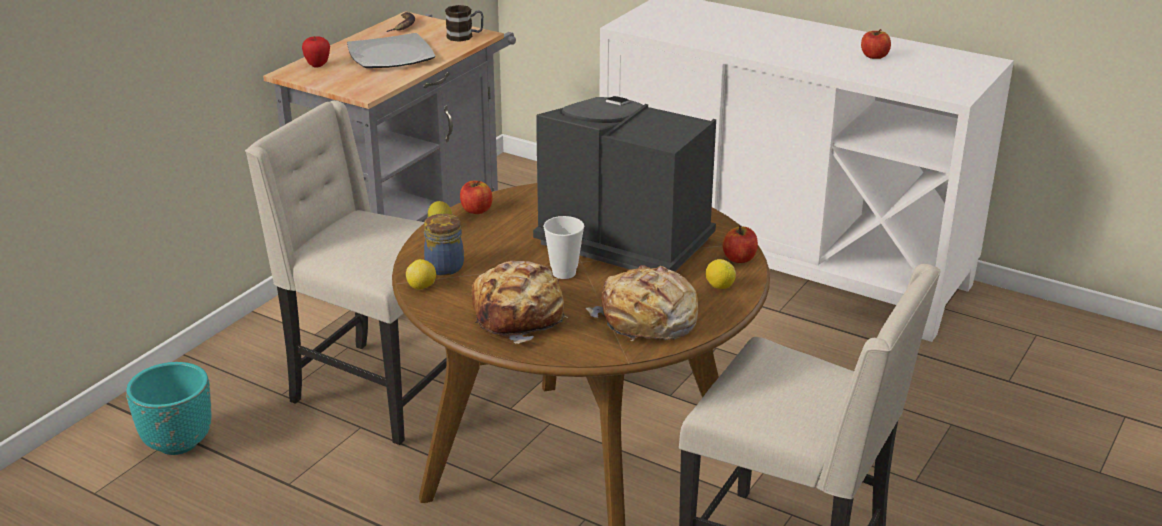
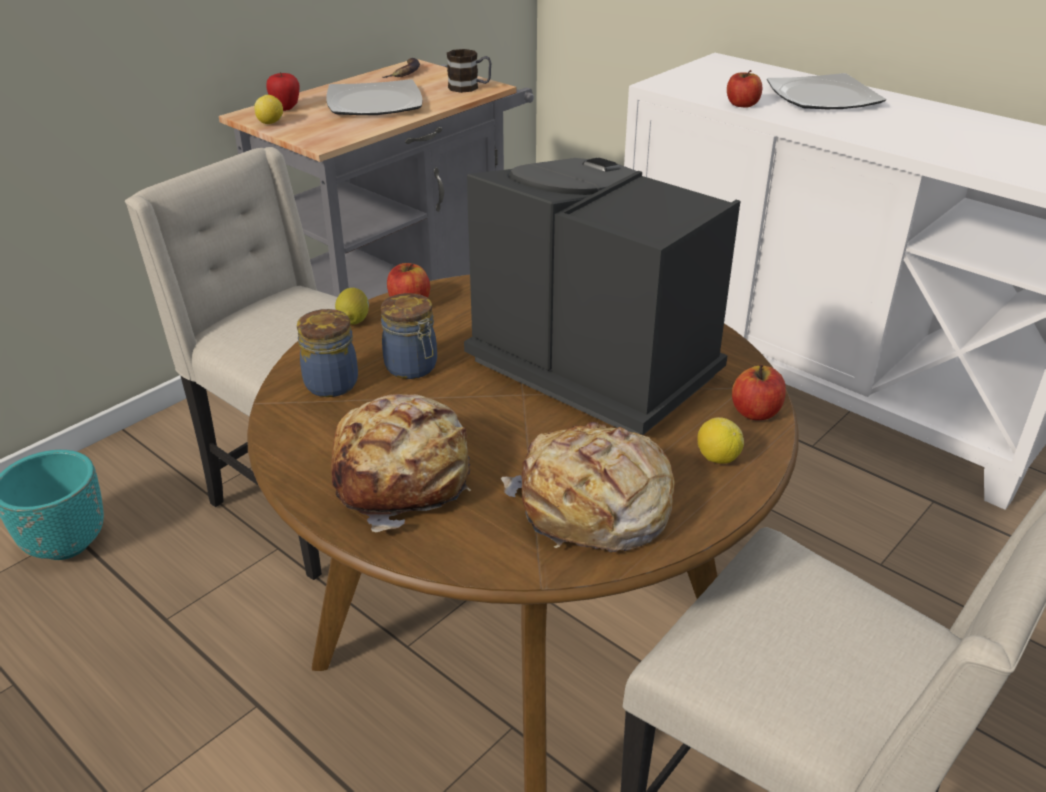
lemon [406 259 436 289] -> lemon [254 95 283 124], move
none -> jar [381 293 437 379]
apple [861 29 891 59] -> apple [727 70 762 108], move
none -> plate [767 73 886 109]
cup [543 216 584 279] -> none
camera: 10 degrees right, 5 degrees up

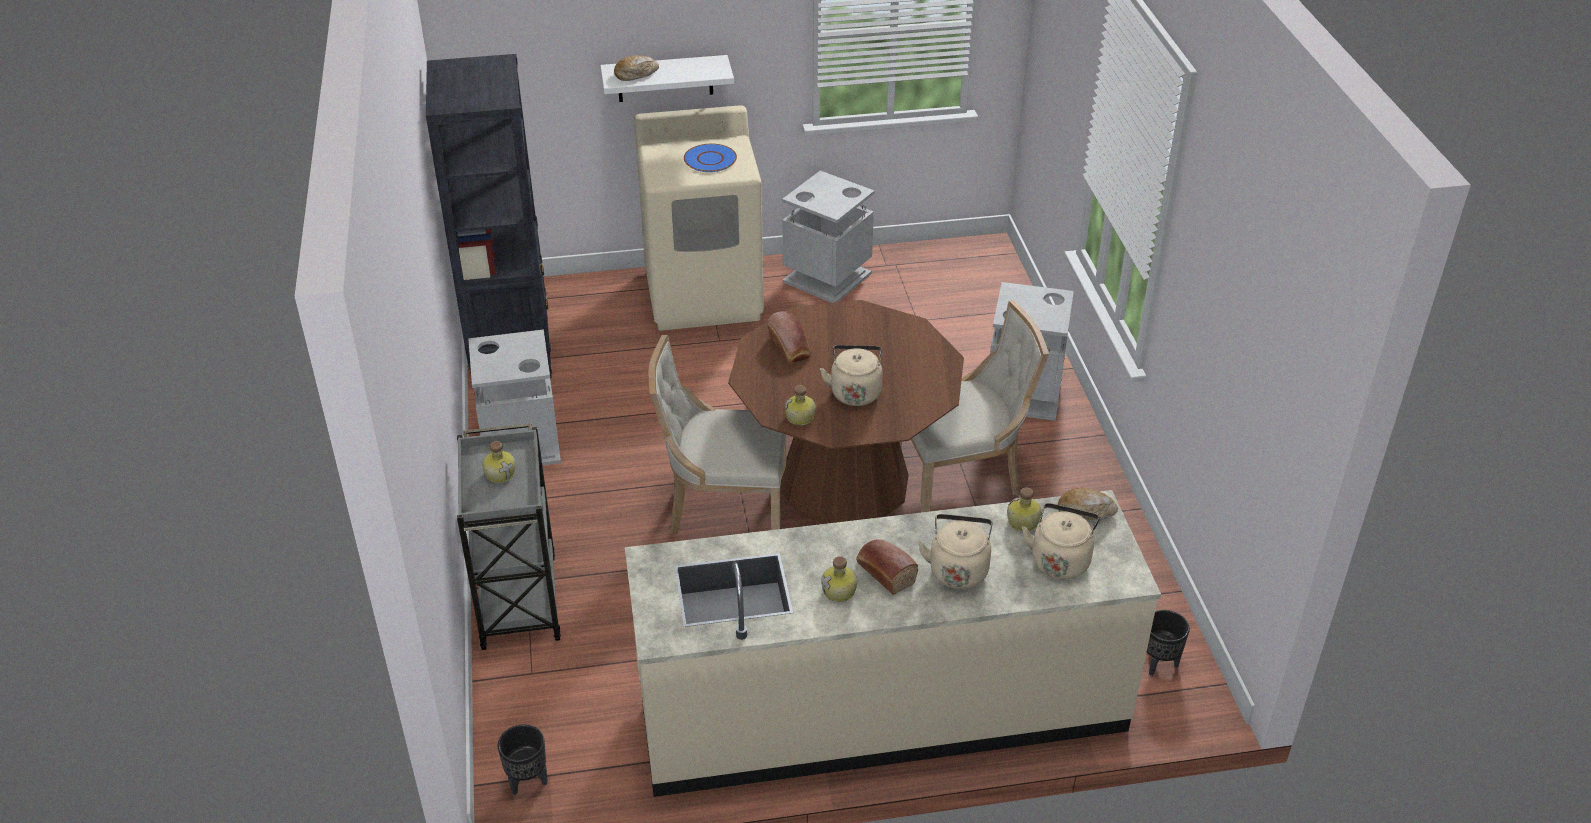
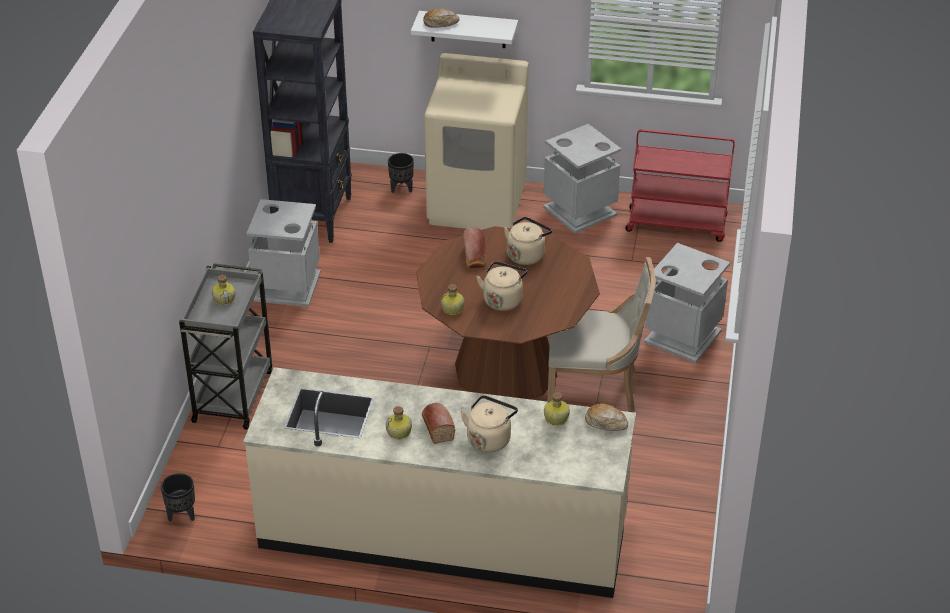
black planter [1147 610 1190 676] -> black planter [388 153 414 193], move
beige kettle [1022 503 1100 579] -> beige kettle [504 217 552 265], move
none -> red cart [625 129 735 242]
beige chair [649 335 787 535] -> none
blue plate [684 144 737 172] -> none
camera: 20 degrees right, 0 degrees up

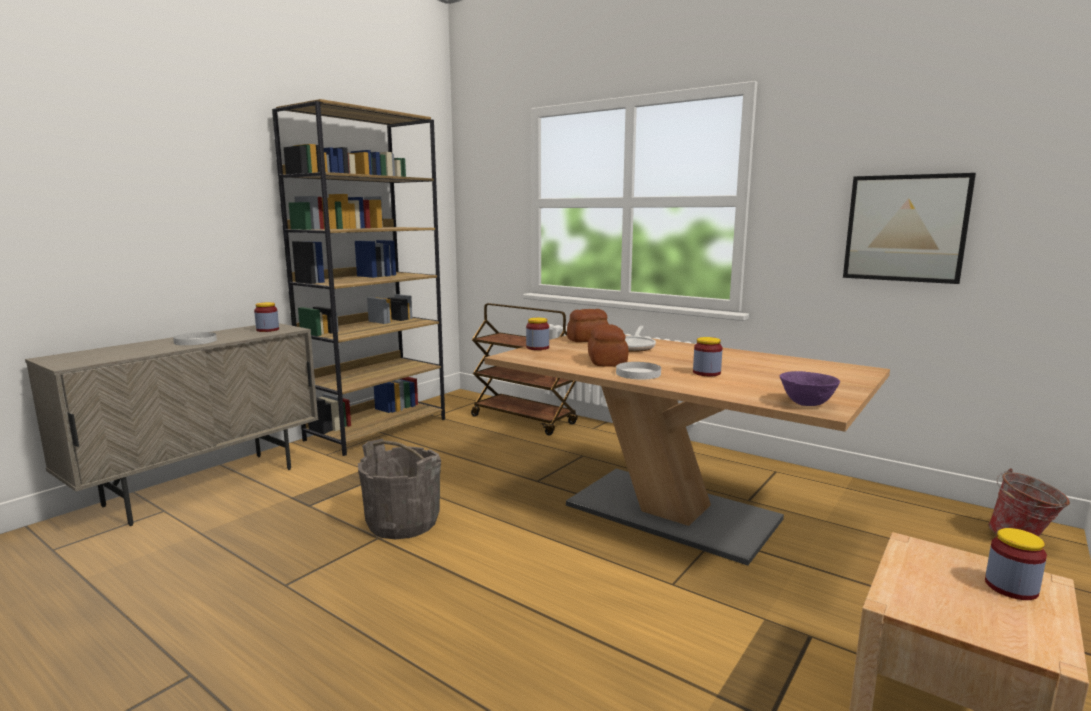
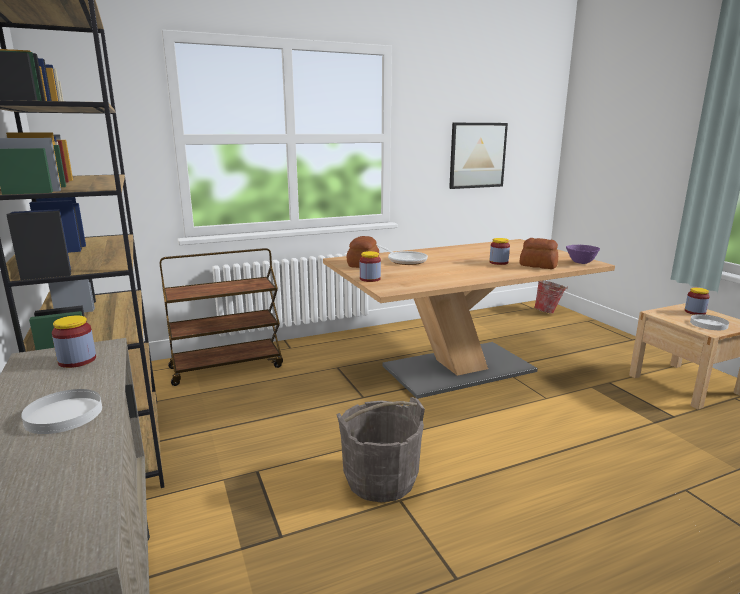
bread [588 324 629 367] -> bread [520 238 558 269], move
white plate [616 362 661 379] -> white plate [690 314 729 330], move
camera: 60 degrees left, 5 degrees up

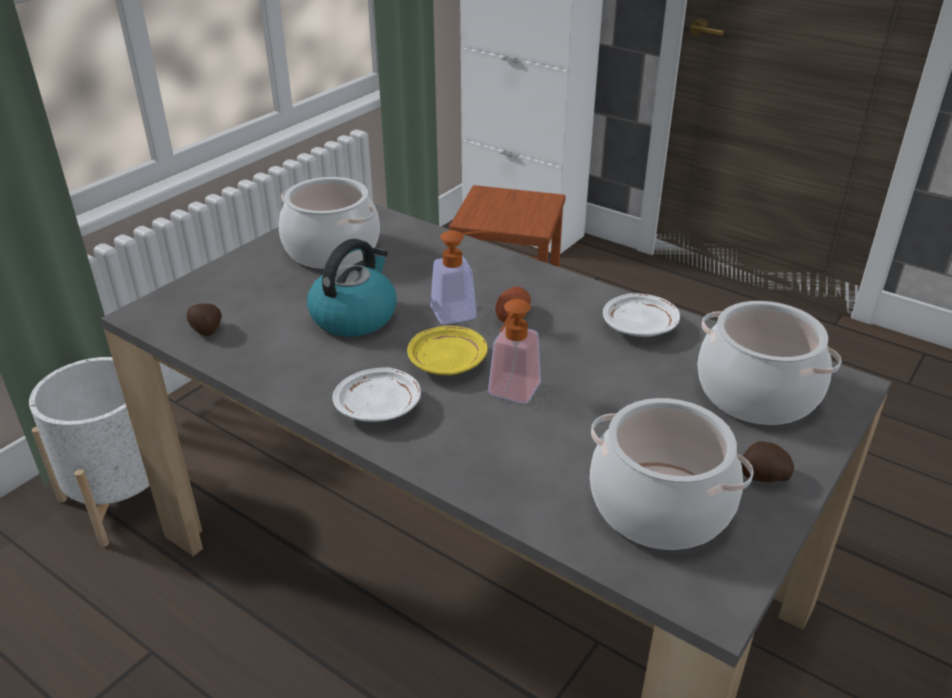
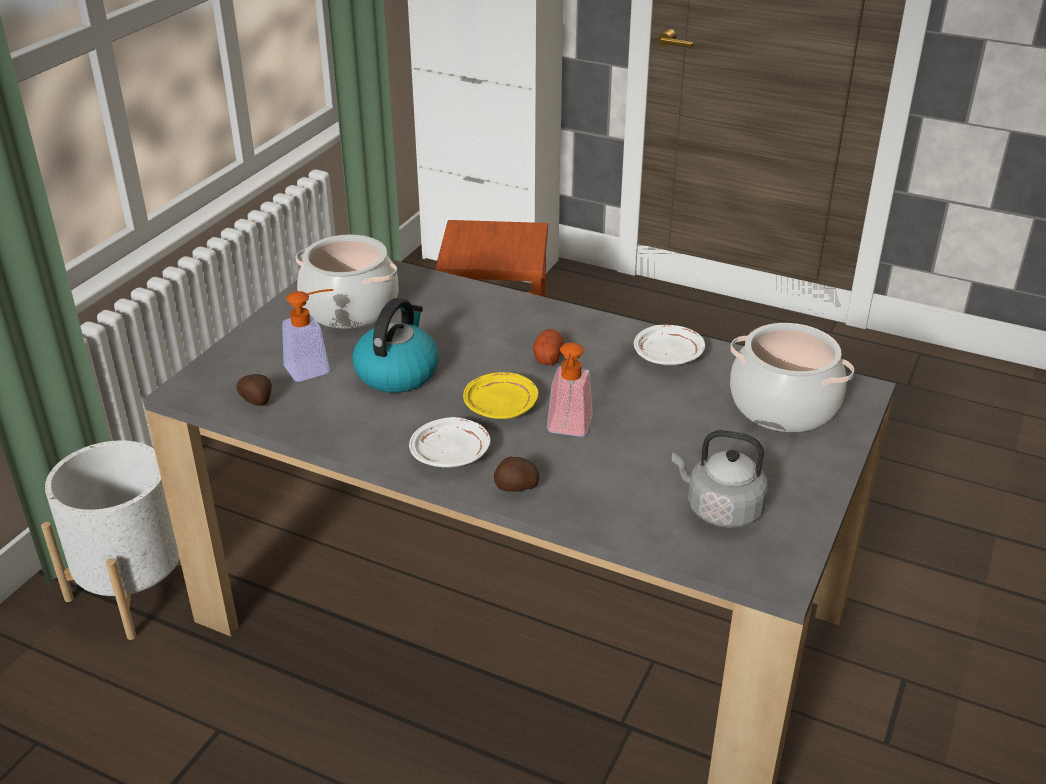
soap dispenser [430 230 489 325] -> soap dispenser [282 289 334 382], move
potato [741 441 794 482] -> potato [494 457 539 492], move
cooking pot [590 398 754 550] -> grey kettle [672 430 768 528]
camera: 10 degrees left, 0 degrees up

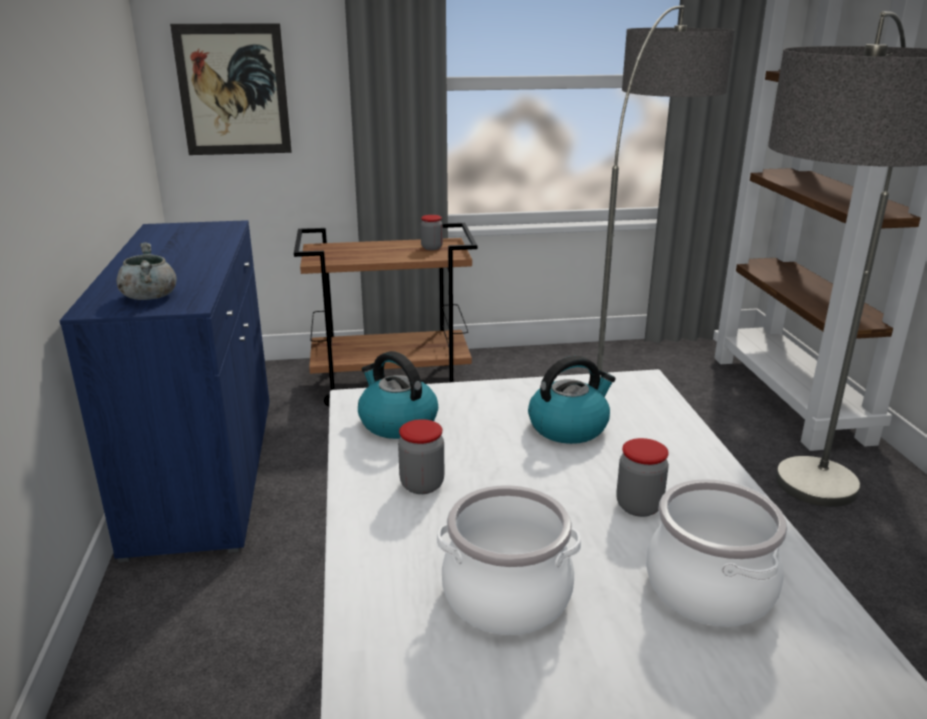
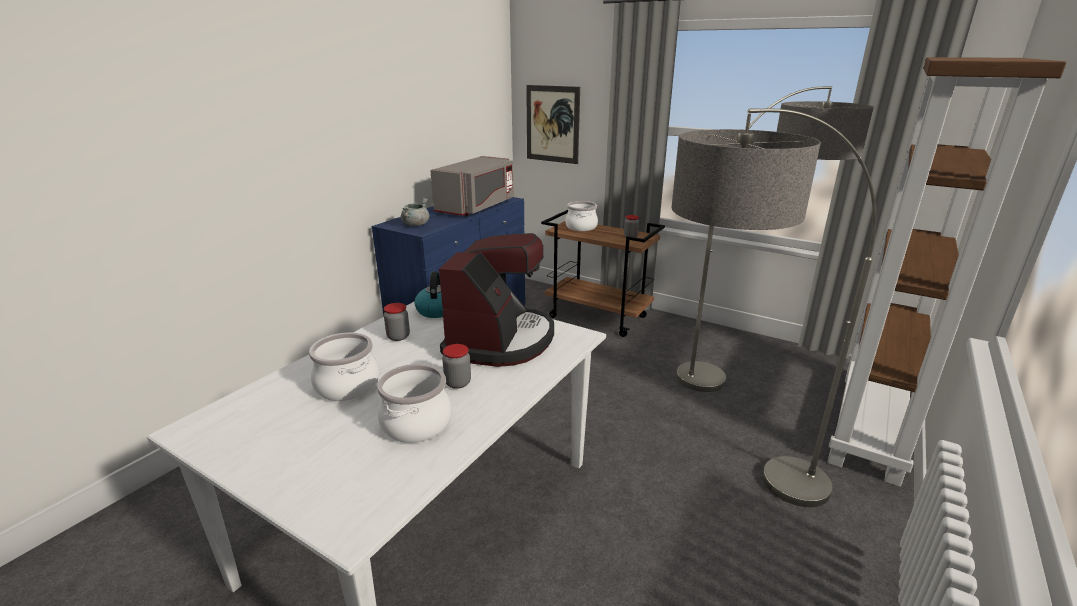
none -> grey microwave [430 156 514 216]
kettle [528 356 615 444] -> coffee machine [439 233 554 367]
none -> cooking pot [565 201 598 231]
camera: 40 degrees right, 0 degrees up

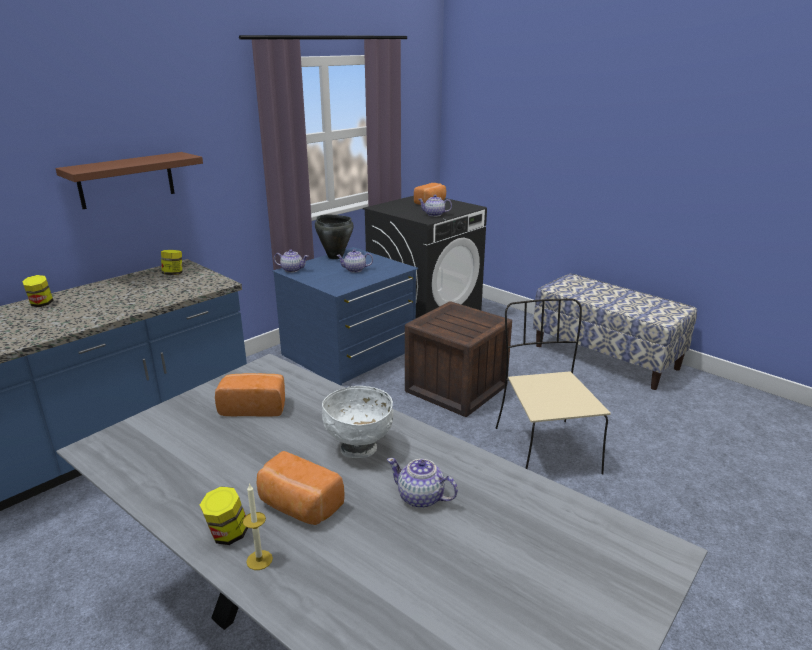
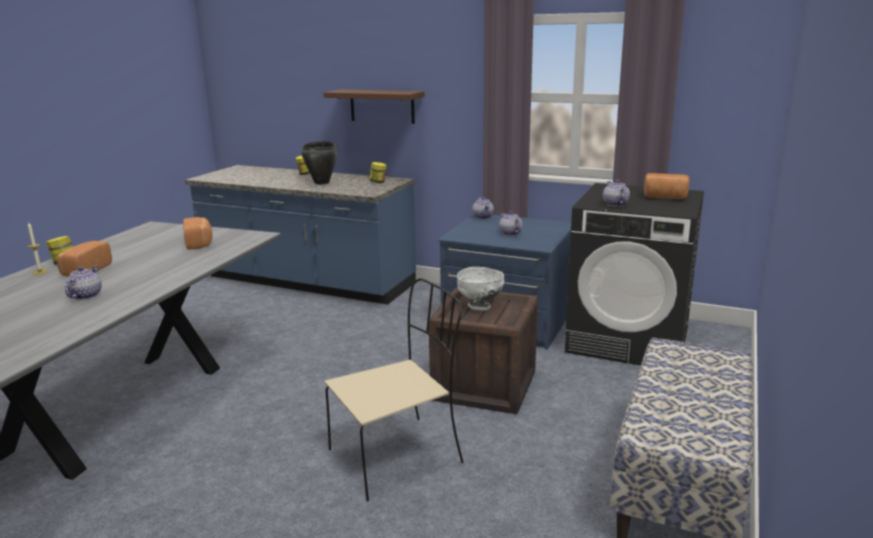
black cooking pot [315 215 354 259] -> black cooking pot [301 141 338 184], move
white bowl [322 386 394 458] -> white bowl [457 267 504 310], move
camera: 70 degrees right, 5 degrees down

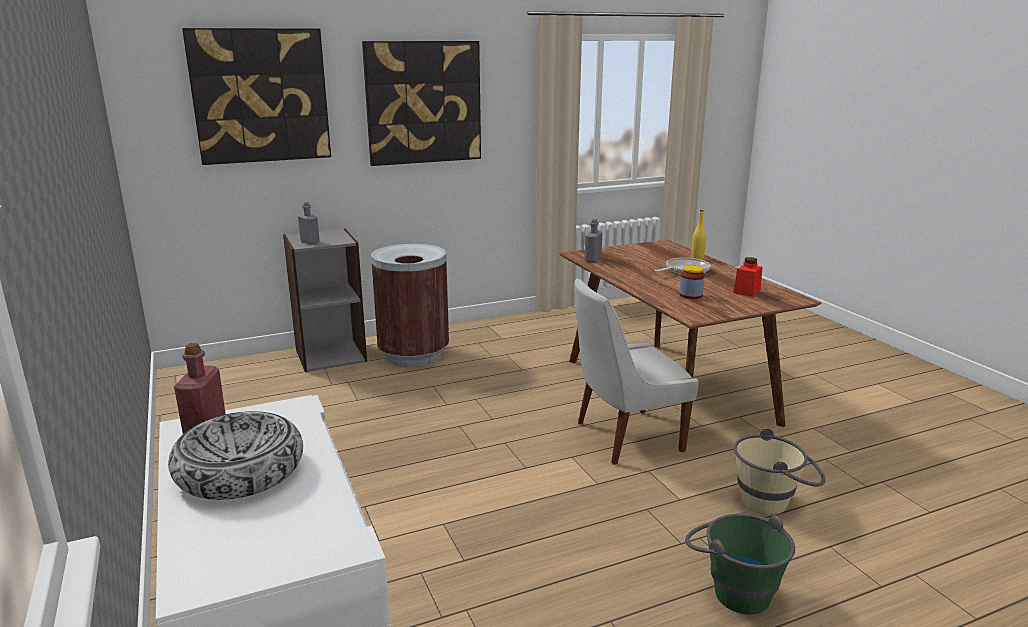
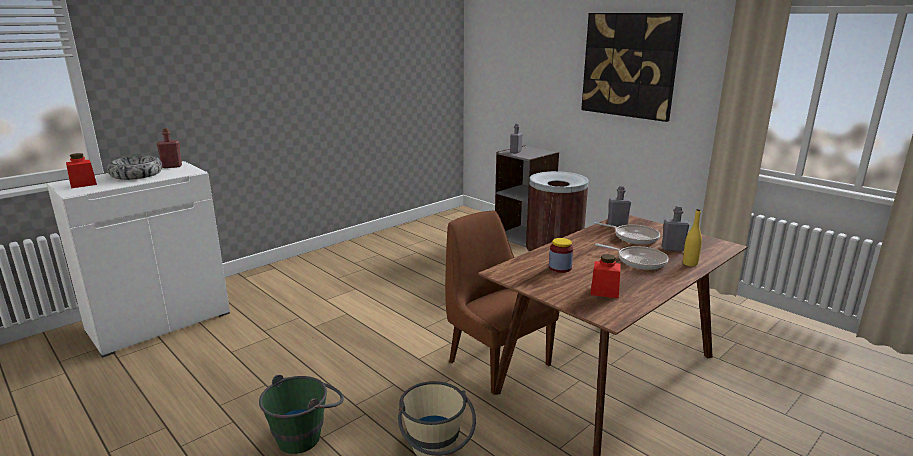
none -> red jar [66 153 97 188]
white chair [575 278 699 465] -> brown chair [445 211 560 395]
none -> frying pan [594 222 660 244]
none -> grey bottle [662 206 690 252]
picture [182 28 331 165] -> none
camera: 70 degrees right, 0 degrees up

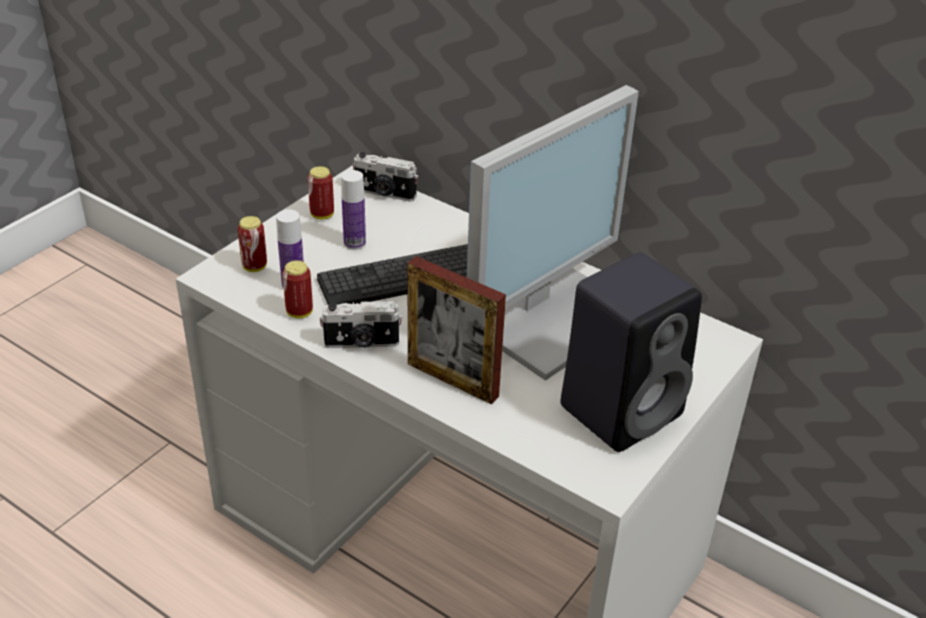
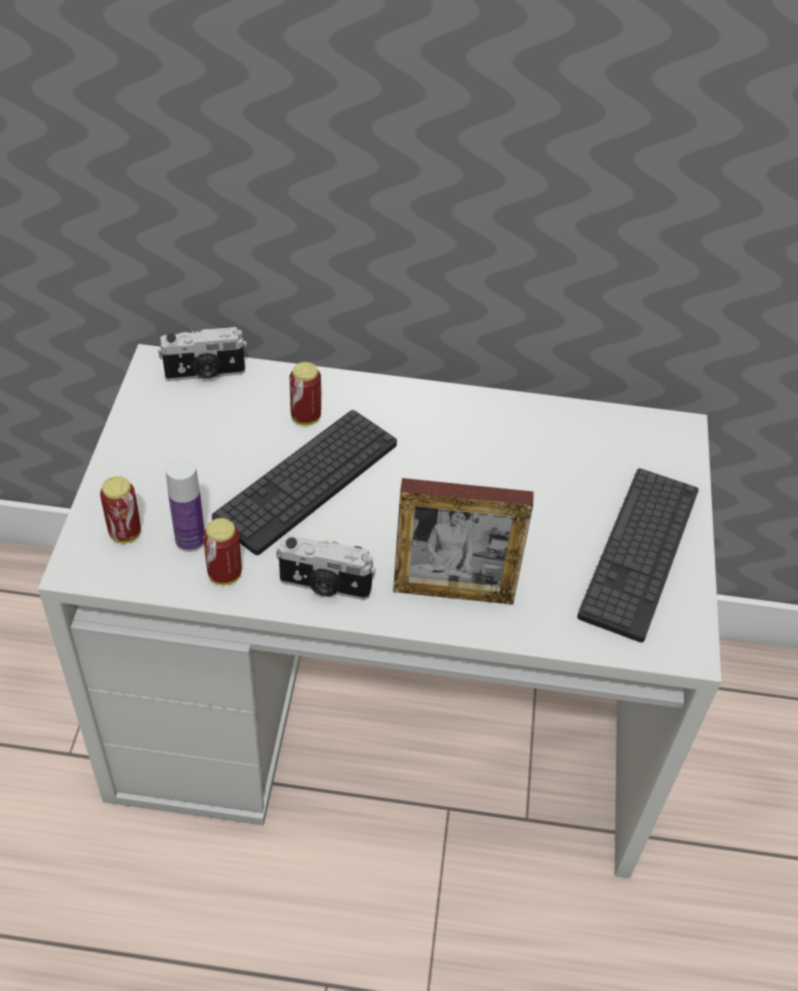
photo camera [320 301 402 348] -> photo camera [276 535 376 600], 45 degrees clockwise
can [308 166 334 219] -> can [289 362 321 426], move
black speaker [561 253 702 452] -> keyboard [577 468 699 642]
bottle [341 170 366 250] -> none
monitor [467 85 639 381] -> none
camera: 30 degrees left, 10 degrees up

